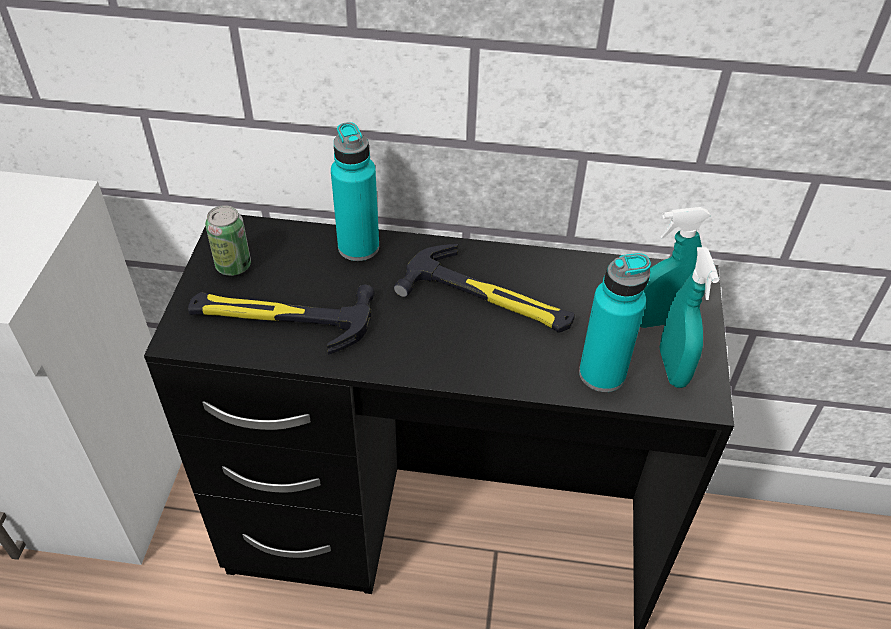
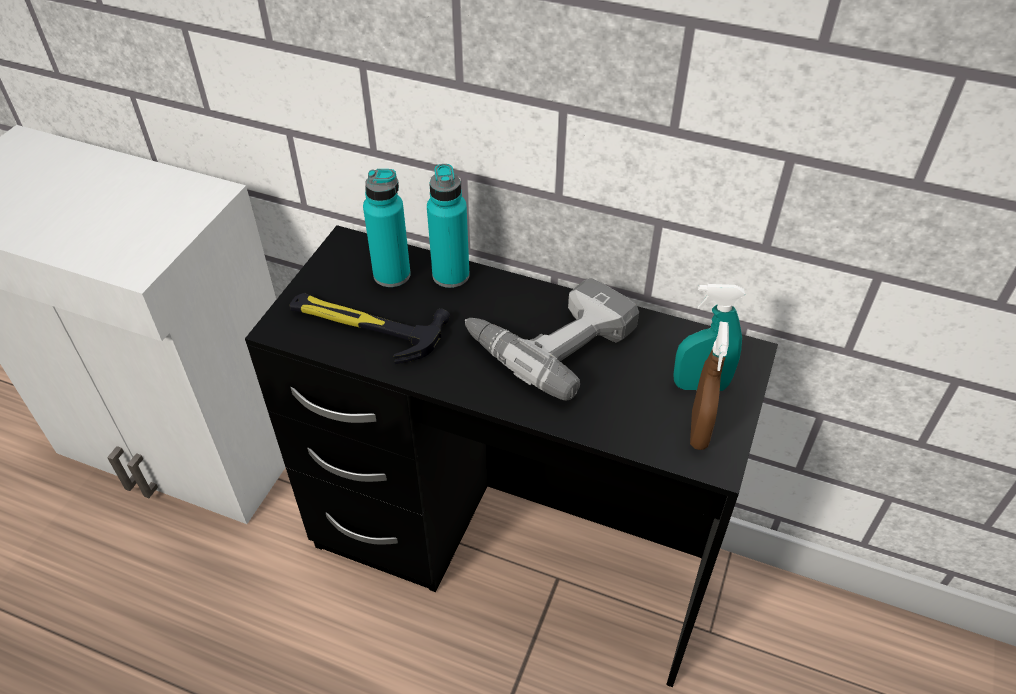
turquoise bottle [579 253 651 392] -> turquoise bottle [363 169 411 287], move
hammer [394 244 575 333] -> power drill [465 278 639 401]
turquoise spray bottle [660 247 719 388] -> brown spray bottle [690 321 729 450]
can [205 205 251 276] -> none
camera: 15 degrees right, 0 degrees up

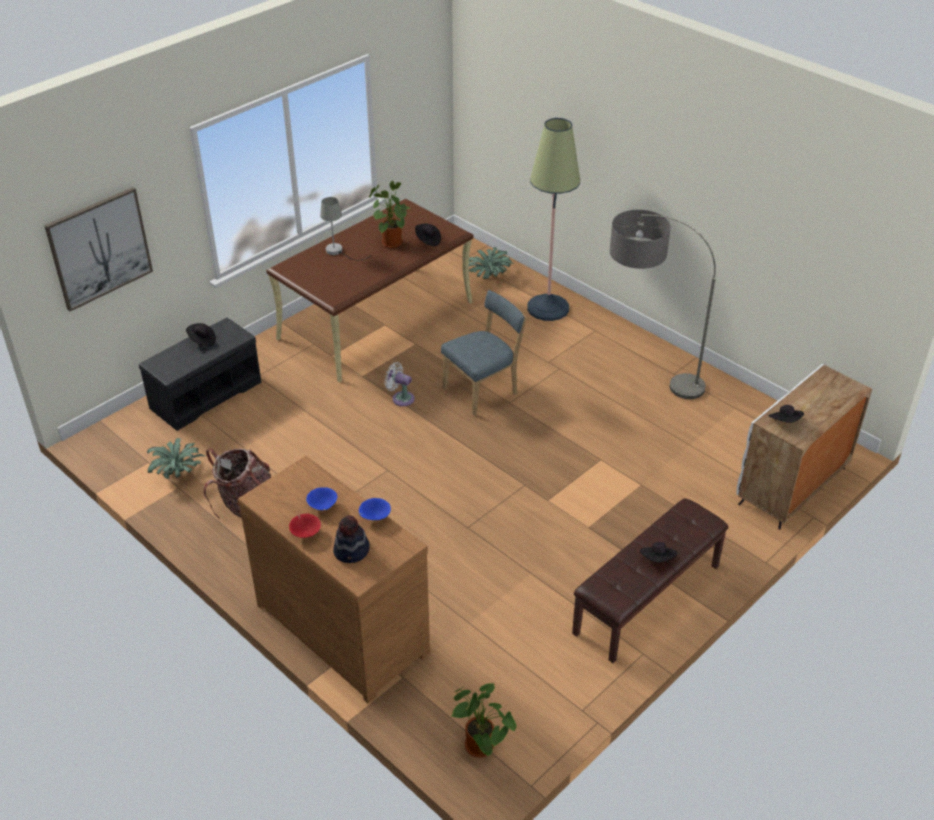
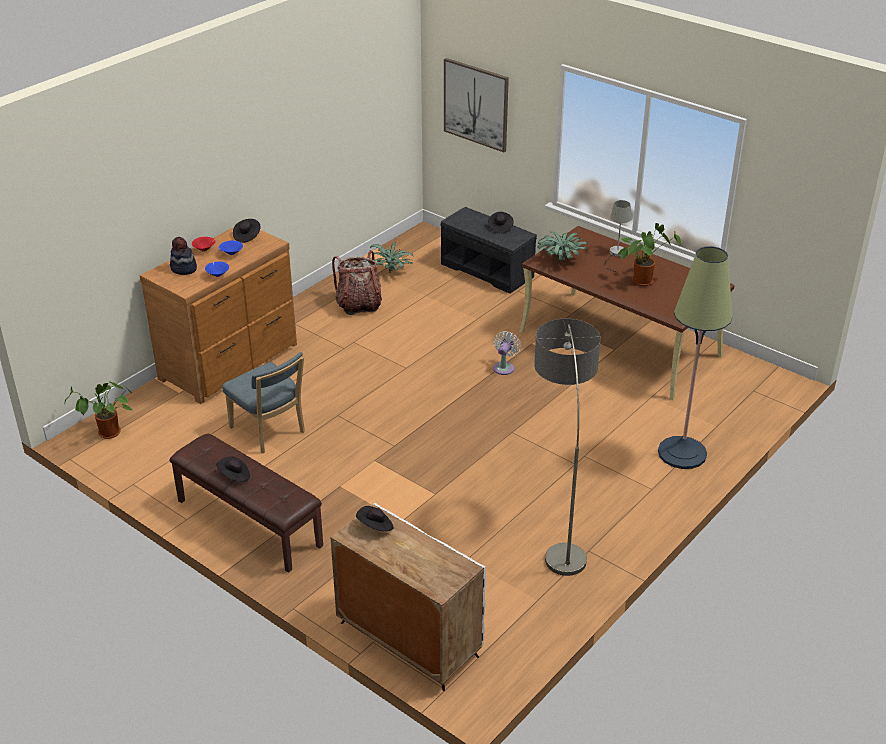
blue chair [441 290 527 416] -> blue chair [222 352 305 453], move
black hat [415 224 441 246] -> black hat [233 219 261 243], move
potted plant [469 247 515 279] -> potted plant [538 231 588 261], move
camera: 85 degrees right, 5 degrees down

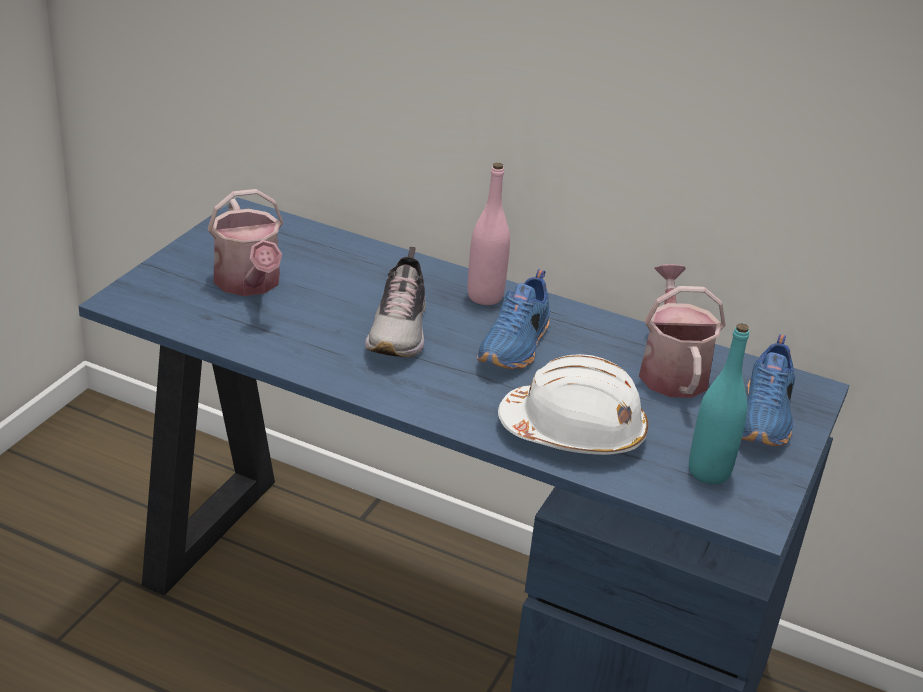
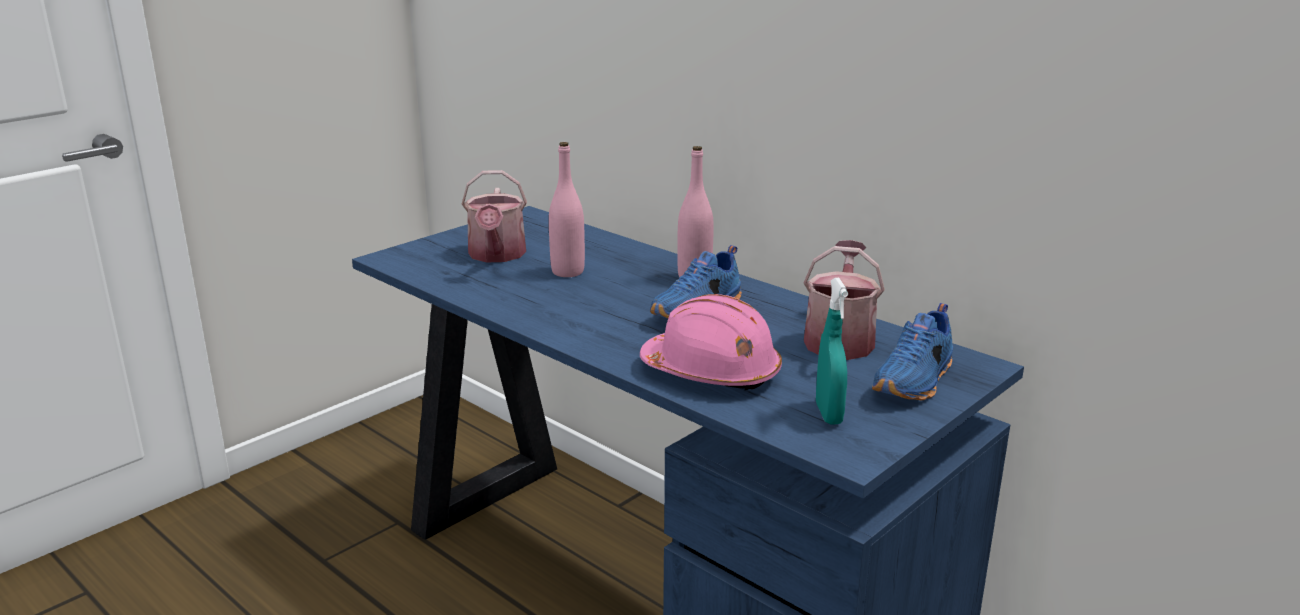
none -> pink bottle [549 142 585 277]
white hard hat [498 354 648 455] -> pink hard hat [640 294 782 390]
turquoise bottle [689 323 749 484] -> turquoise spray bottle [816 278 848 425]
shoe [365 247 426 357] -> none
camera: 20 degrees right, 10 degrees down

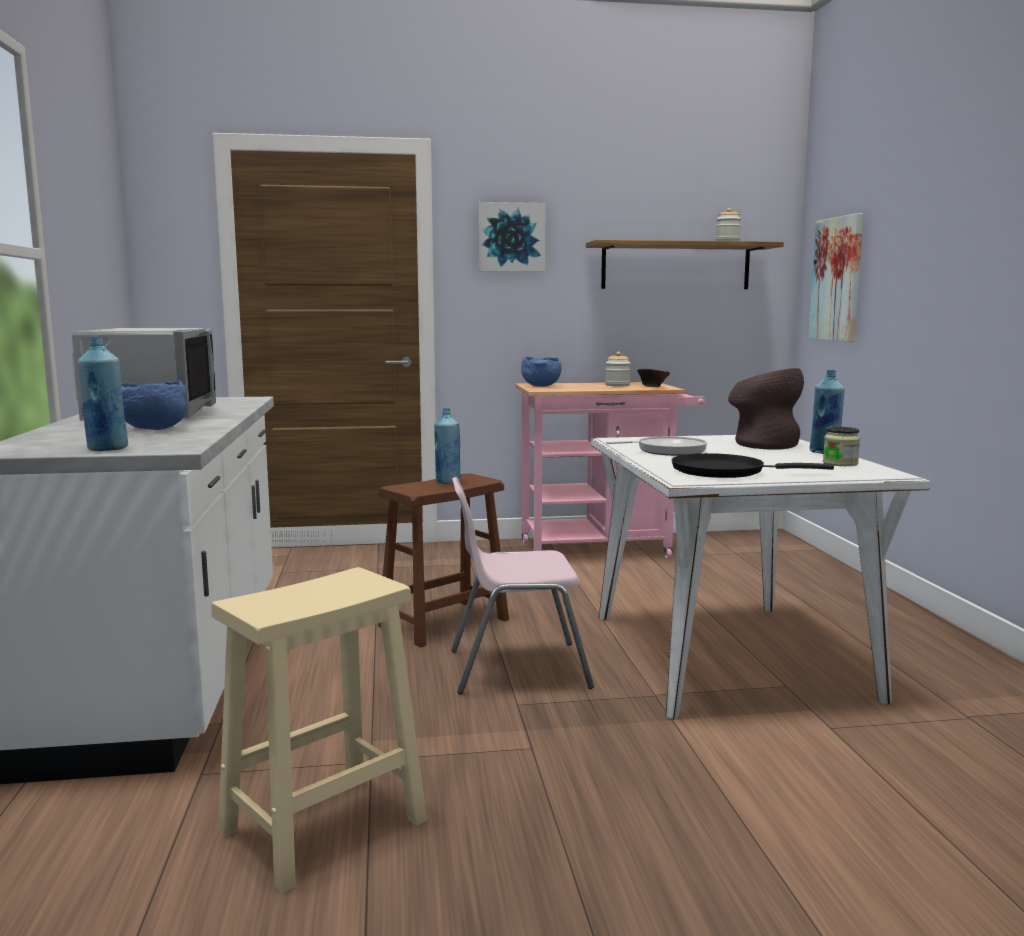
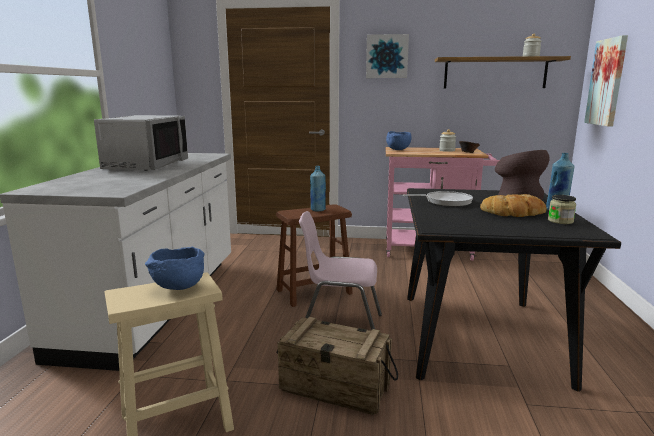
blue bowl [121 381 187 430] -> blue bowl [145 247 205 290], move
none -> crate [277 317 398 415]
white dining table [591 435 930 719] -> black dining table [407 188 621 392]
none -> bread [480 194 546 217]
blue bottle [78 336 128 451] -> none
black frying pan [672 453 834 478] -> none
camera: 15 degrees right, 5 degrees up

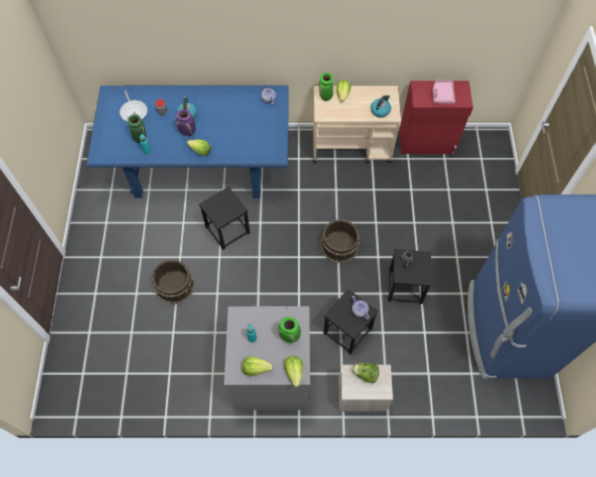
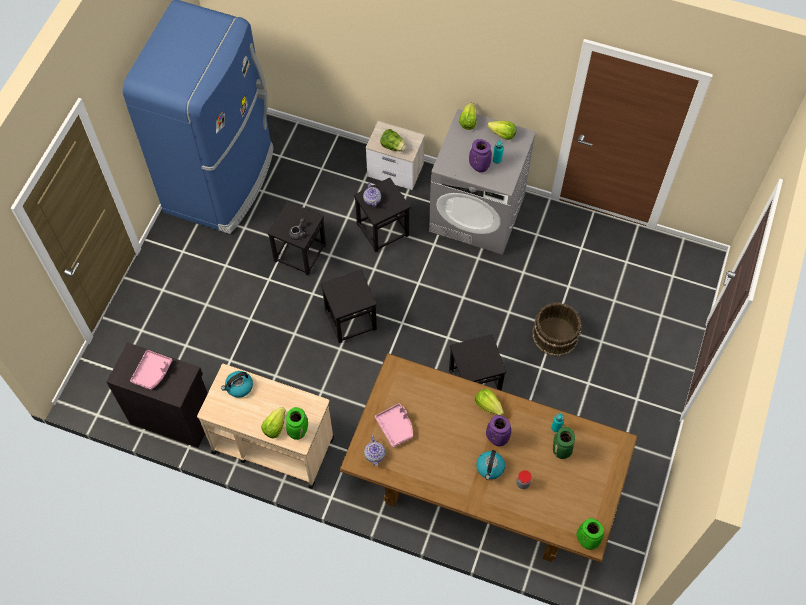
red cabinet [399 81 473 156] -> black cabinet [107 342 208 448]
brown bucket [321 219 360 263] -> black stool [321 270 377 343]
blue dining table [86 86 289 198] -> brown dining table [340 353 638 563]
none -> pink tray [375 403 413 448]
none -> purple vase [469 139 492 173]
green vase [278 317 301 343] -> green vase [577 518 604 550], move
frying pan [120 90 148 122] -> none
camera: 160 degrees left, 0 degrees up

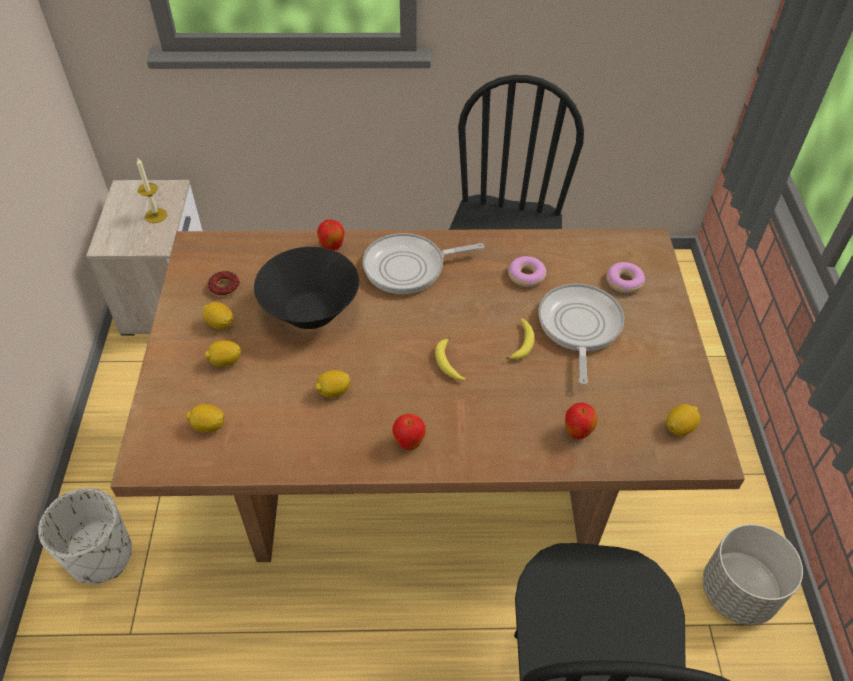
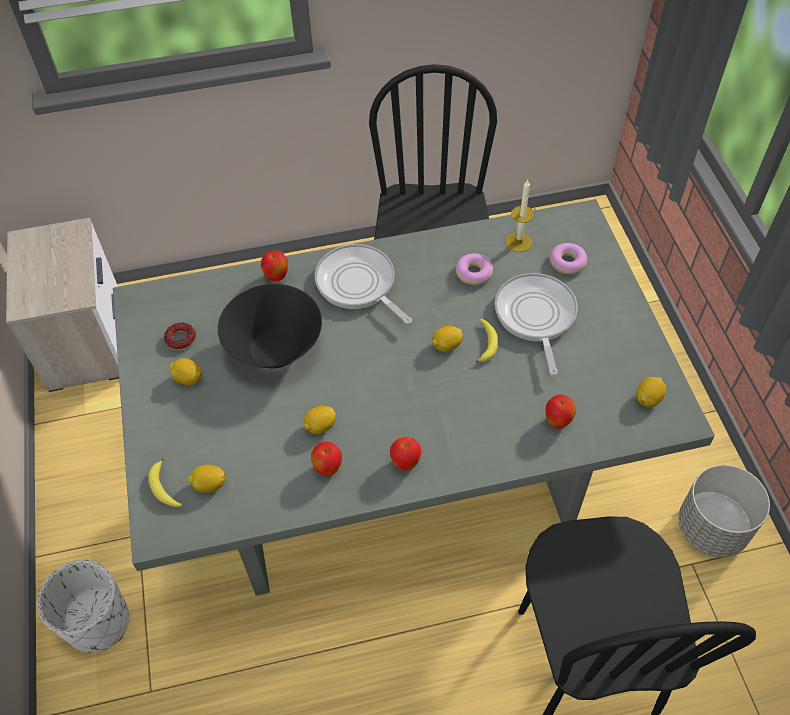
brown dining table [110 228 745 562] -> grey dining table [113 199 715 596]
banana [435 337 465 380] -> banana [148 458 182 507], move
none -> apple [311 441 342 476]
frying pan [362 233 484 294] -> frying pan [315 244 412 324], 75 degrees clockwise
lemon [205 340 241 367] -> lemon [432 326 463 352], move
candle [137 157 167 223] -> candle [506 180 535 252], move
camera: 10 degrees left, 5 degrees up

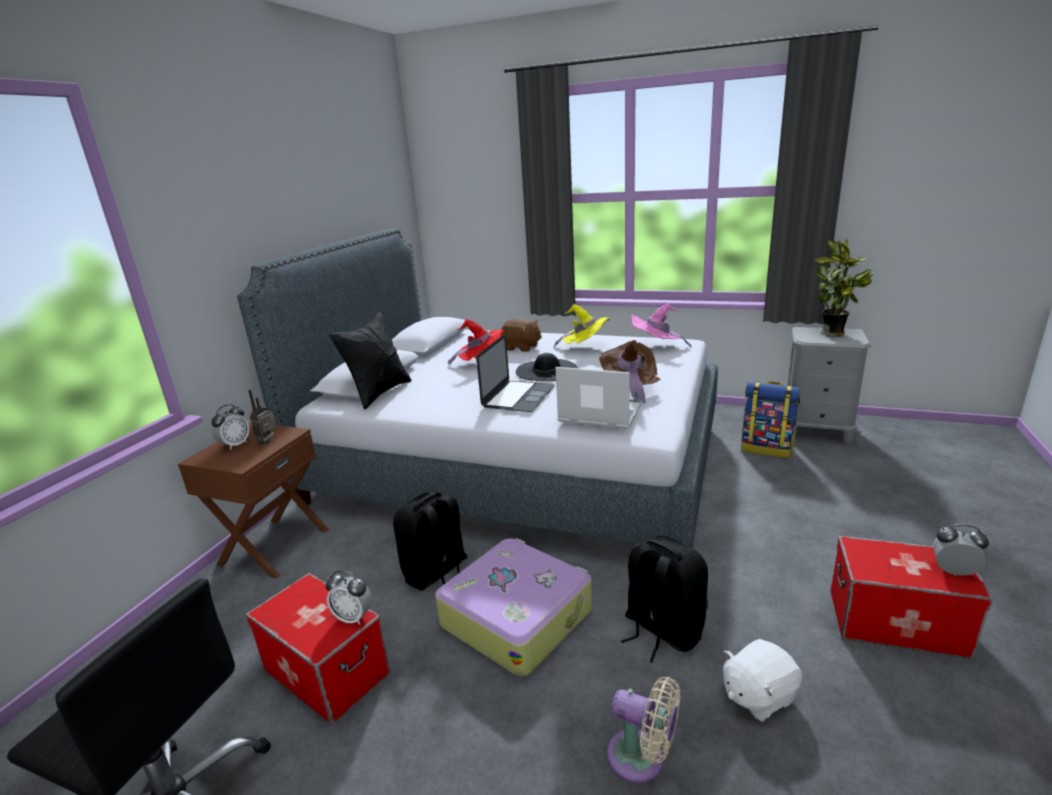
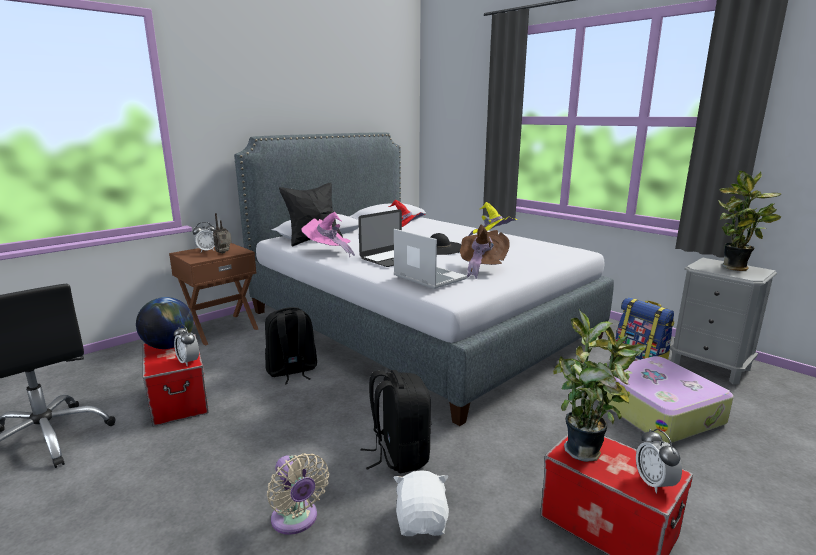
none -> globe [136 297 194 349]
pink hat [631 303 692 348] -> pink hat [301 212 355 257], move
white plush toy [723 639 802 722] -> white plush toy [394 470 449 536], 90 degrees clockwise
none -> potted plant [553 309 646 462]
suitcase [435 538 592 676] -> suitcase [596 356 734 444], move
alarm clock [933 524 989 576] -> alarm clock [636 429 682 493], 150 degrees counterclockwise
brown plush toy [501 318 542 352] -> none
camera: 25 degrees right, 5 degrees down

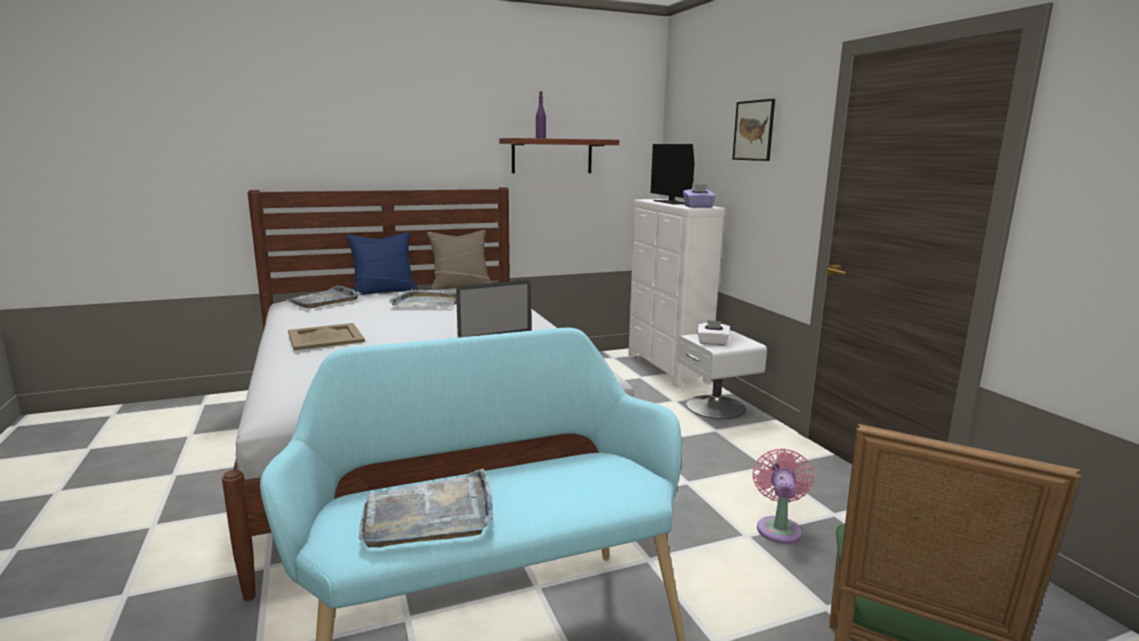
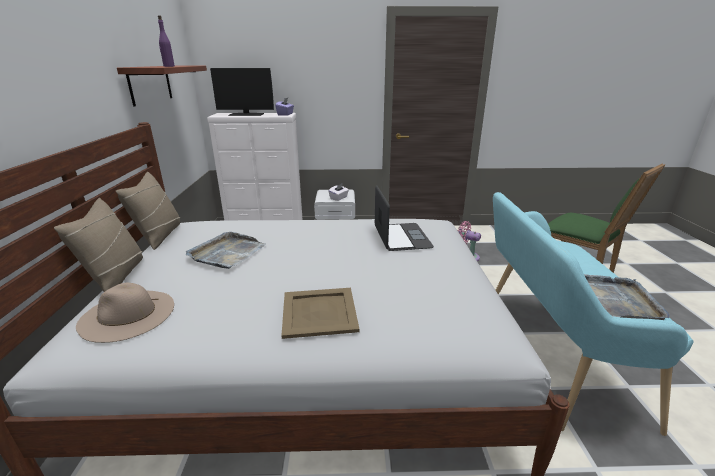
blue pillow [346 232 418 295] -> beige pillow [54 198 143 292]
grey tray [287 286 361 308] -> beige hat [76 283 174 343]
picture [732 99 775 161] -> none
camera: 70 degrees left, 10 degrees up

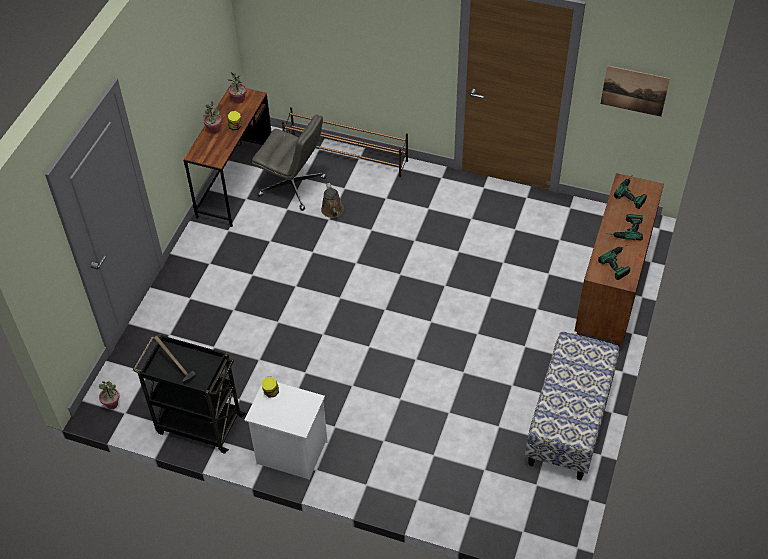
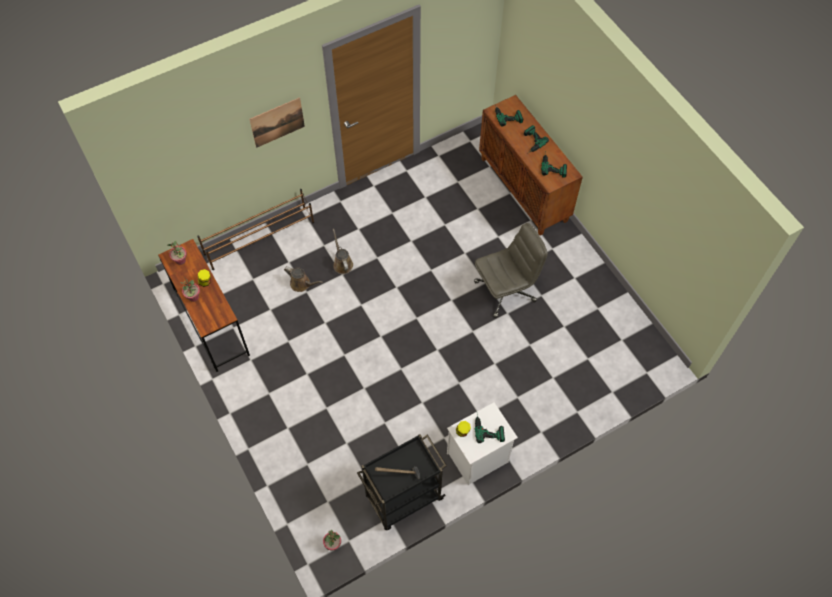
picture [601 65 670 117] -> picture [250 97 305 148], move
none -> brown watering can [333 229 353 274]
grey office chair [252 114 326 211] -> grey office chair [474 223 548 318], move
none -> power drill [475 415 505 443]
bench [525 331 619 480] -> none
camera: 50 degrees left, 10 degrees up

